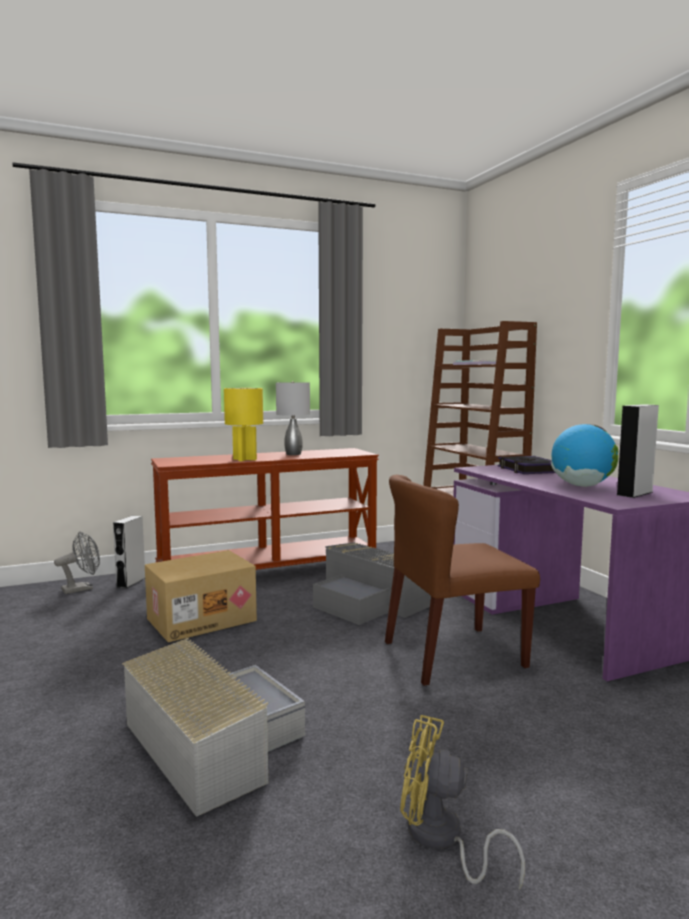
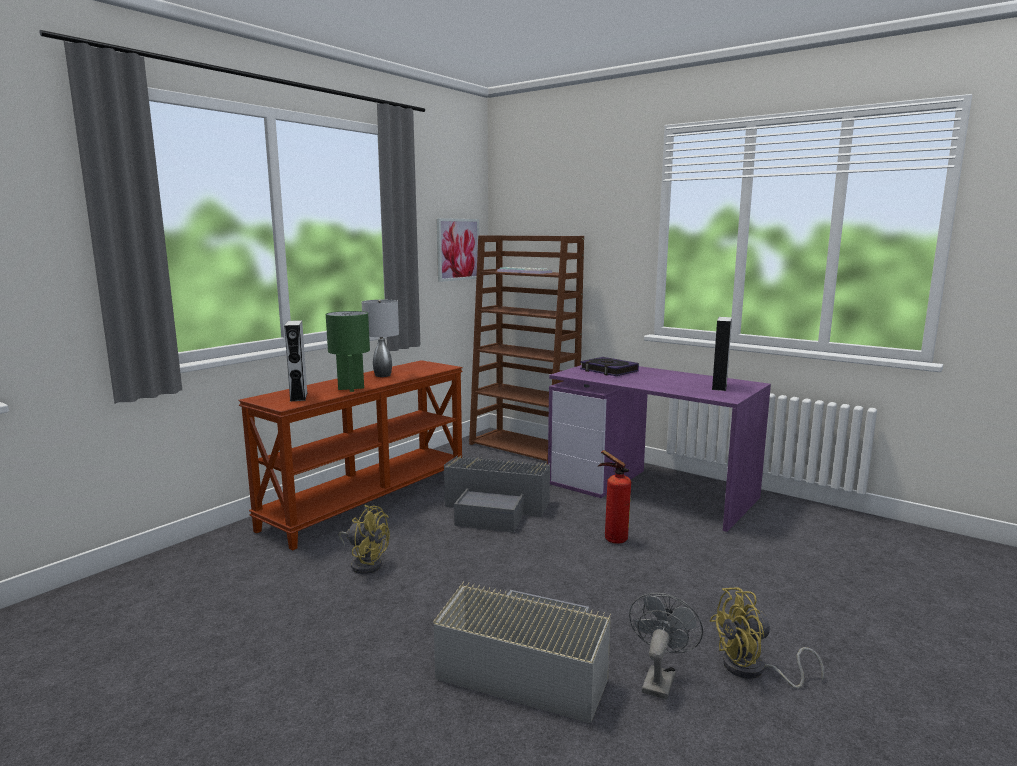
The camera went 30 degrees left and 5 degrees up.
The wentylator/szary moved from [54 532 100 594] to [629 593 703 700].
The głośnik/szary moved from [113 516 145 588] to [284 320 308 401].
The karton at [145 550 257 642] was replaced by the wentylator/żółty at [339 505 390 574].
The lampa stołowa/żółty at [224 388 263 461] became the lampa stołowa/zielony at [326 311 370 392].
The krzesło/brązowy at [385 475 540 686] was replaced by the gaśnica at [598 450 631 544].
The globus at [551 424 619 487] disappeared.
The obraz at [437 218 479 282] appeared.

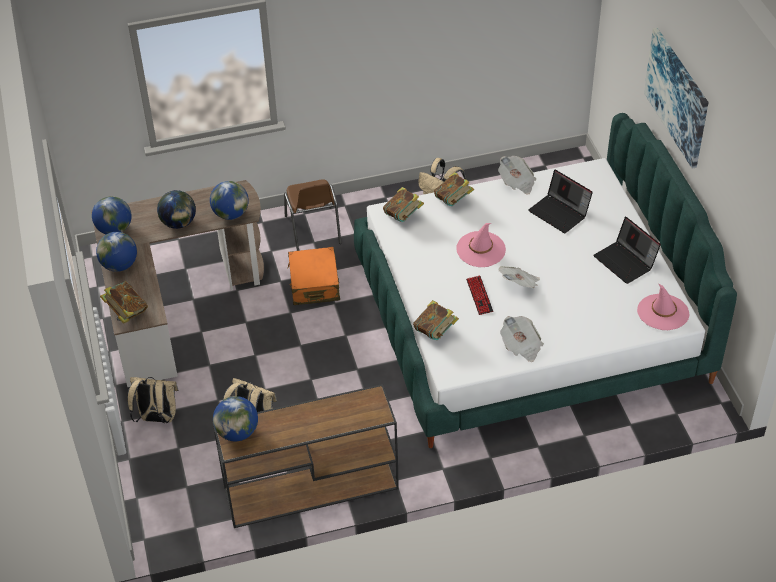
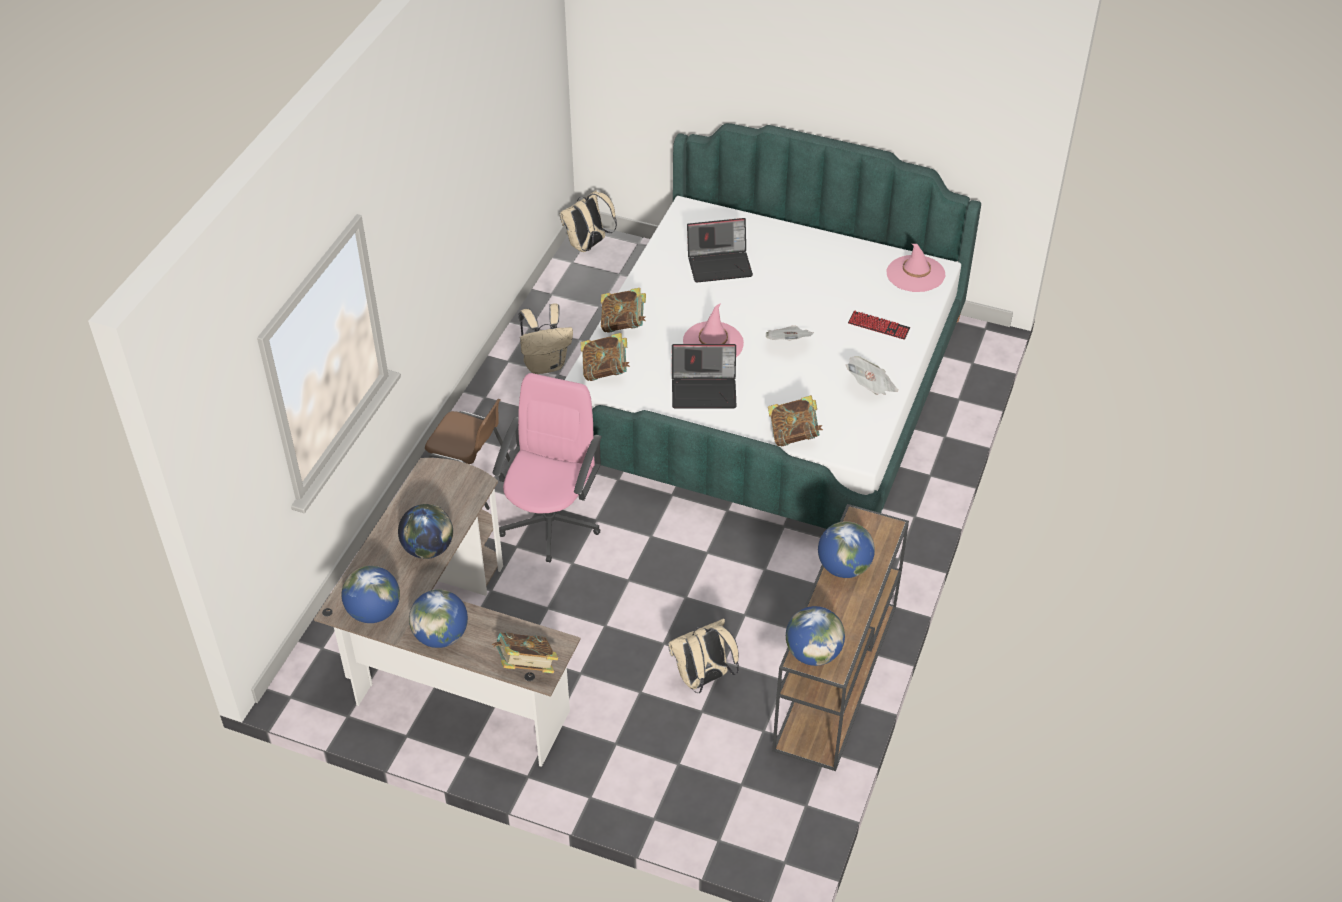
The camera went 55 degrees left and 0 degrees up.
The plecak/beżowy moved from [127 377 178 423] to [559 190 617 252].
The globus moved from [210 181 249 220] to [818 521 875 578].
The walizka/pomarańczowy at [287 247 340 305] was replaced by the krzesło biurowe/różowy at [493 373 602 563].
The klawiatura moved from [466 275 493 315] to [848 311 910 340].
The gazeta at [498 156 536 195] disappeared.
The laptop moved from [593 217 661 284] to [672 344 736 408].
The obraz at [644 27 709 169] disappeared.

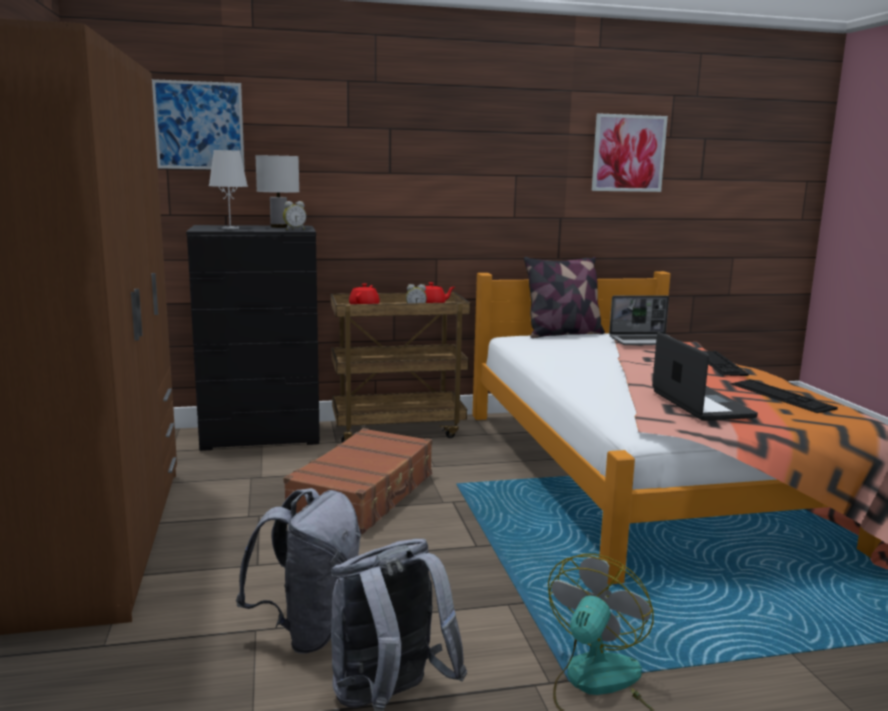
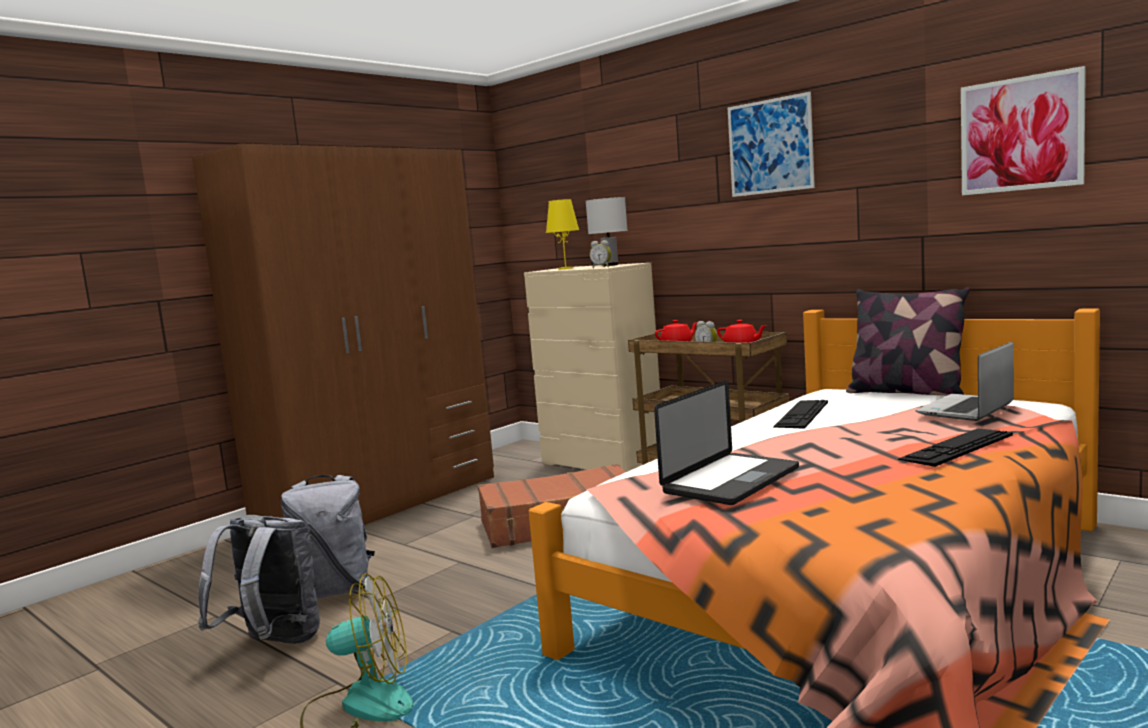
The camera went 55 degrees right and 5 degrees down.
The obraz moved from [152 79 245 170] to [728 92 815 197].
The komoda/czarny at [186 225 320 451] became the komoda/beżowy at [524 263 660 472].
The lampa stołowa/biały at [209 150 248 229] became the lampa stołowa/żółty at [546 199 579 269].
The laptop at [609 296 675 345] turned 90 degrees clockwise.
The klawiatura moved from [731 379 838 413] to [773 400 828 429].

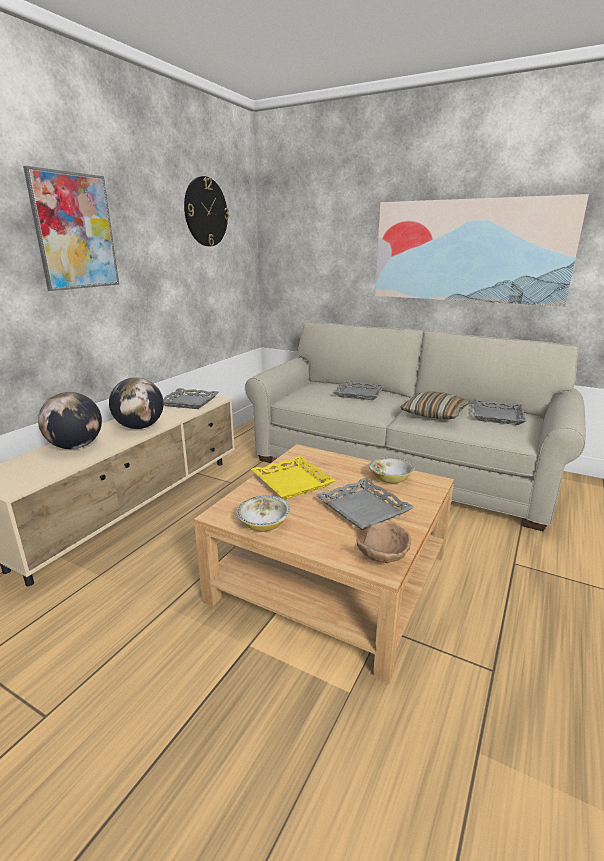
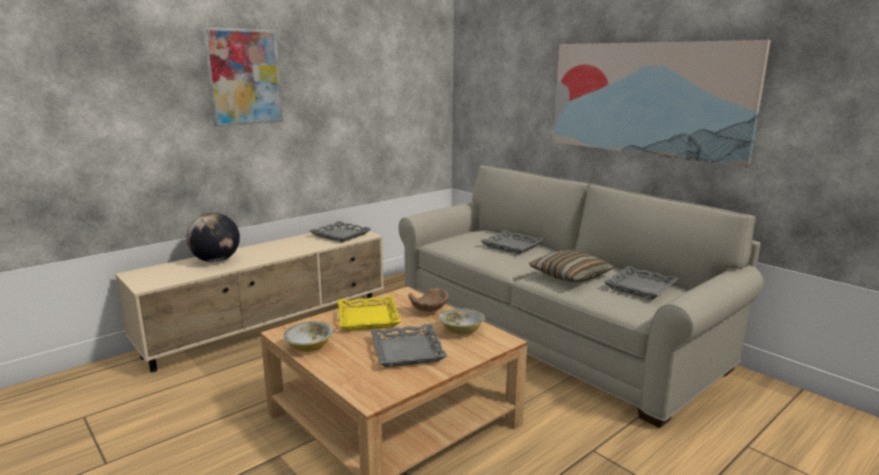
The camera went 20 degrees right and 5 degrees down.
The globus at [109 377 164 429] disappeared.
The zegar ścienny at [184 176 229 246] disappeared.
The miska/brązowy moved from [357 522 411 563] to [408 288 449 312].

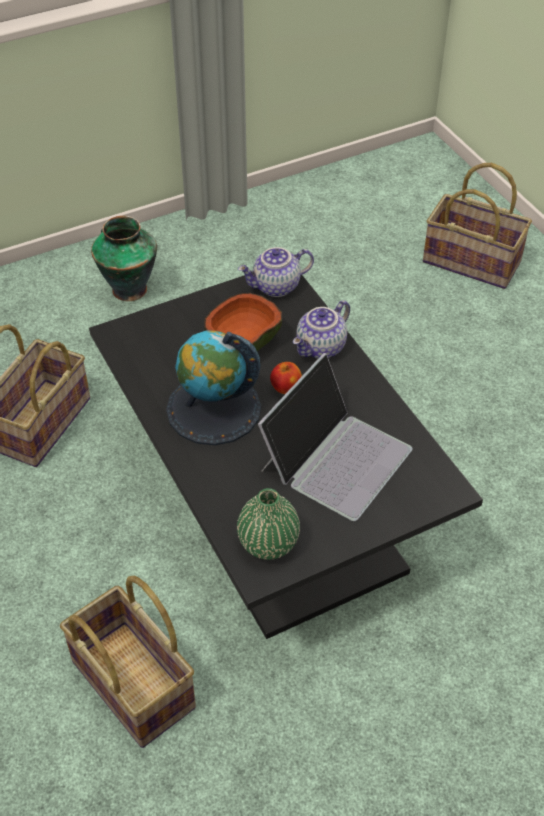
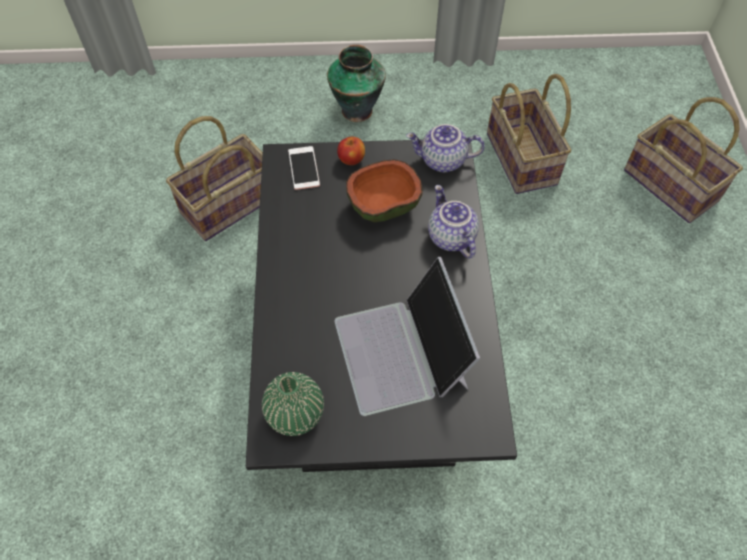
The camera went 25 degrees right and 10 degrees up.
The koszyk moved from [60 576 196 748] to [487 74 571 194].
The globus at [166 330 261 445] disappeared.
The laptop at [258 353 413 521] turned 105 degrees clockwise.
The jabłko moved from [270 362 302 394] to [337 137 365 165].
The imbryk at [293 300 350 358] turned 90 degrees clockwise.
The telefon at [288 146 320 190] appeared.

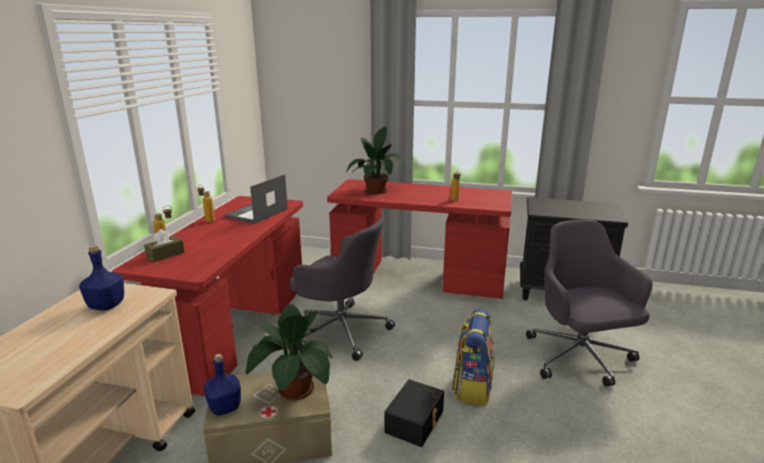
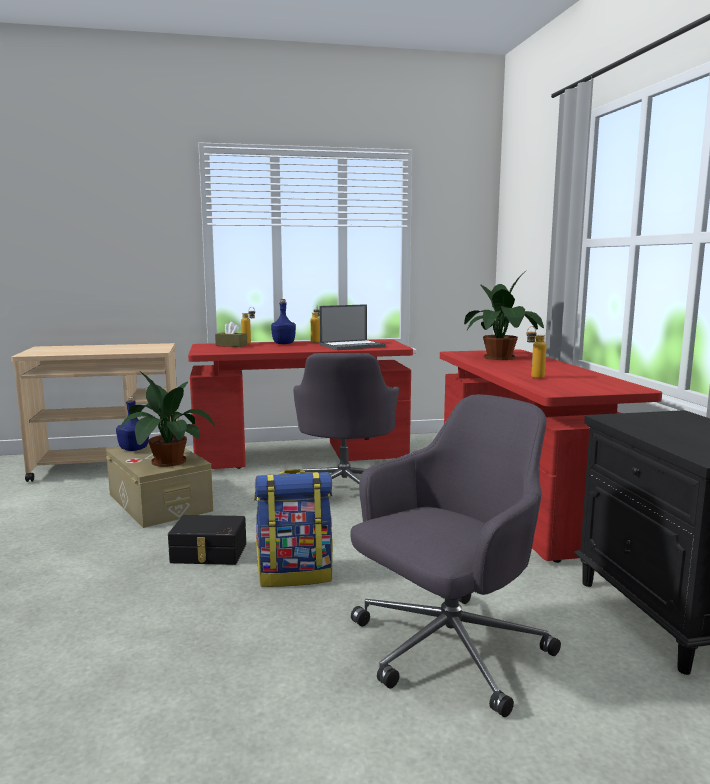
The camera went 65 degrees right and 10 degrees down.
The butelka/niebieski moved from [79 245 124 310] to [271 299 296 344].
The laptop at [224 174 288 224] turned 150 degrees clockwise.

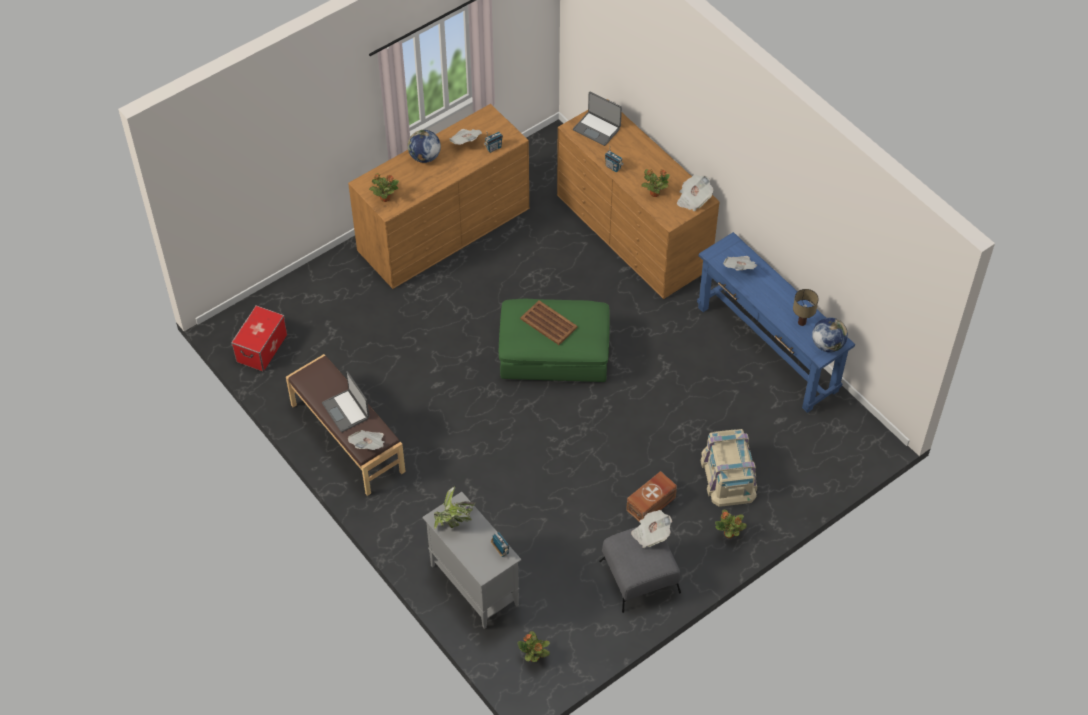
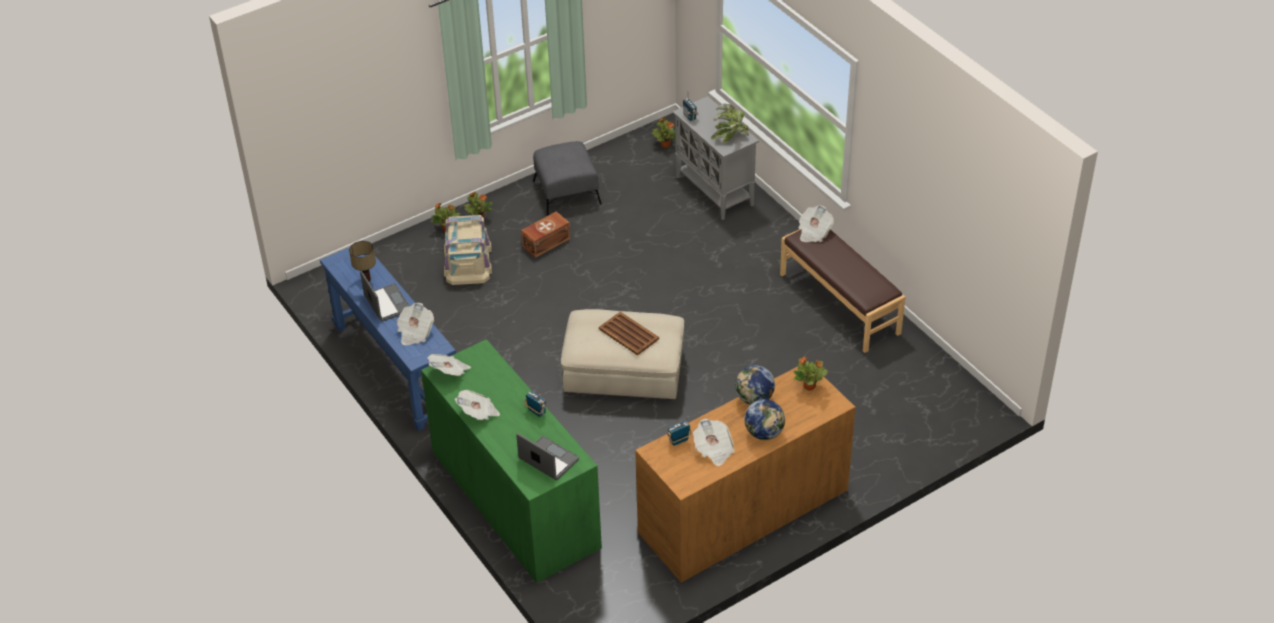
The camera went 175 degrees left and 10 degrees down.
The pojemnik do przechowywania at [231 305 287 372] disappeared.
The laptop moved from [322 371 370 432] to [360 271 409 322].
The pufa/zielony at [499 299 610 382] became the pufa/beżowy at [561 309 684 399].
The komoda/brązowy at [557 99 720 299] became the komoda/zielony at [421 339 602 583].
The gazeta moved from [631 510 672 548] to [455 390 500 420].
The roślina doniczkowa moved from [642 169 670 197] to [431 204 460 231].
The globus moved from [812 317 848 352] to [735 365 775 405].

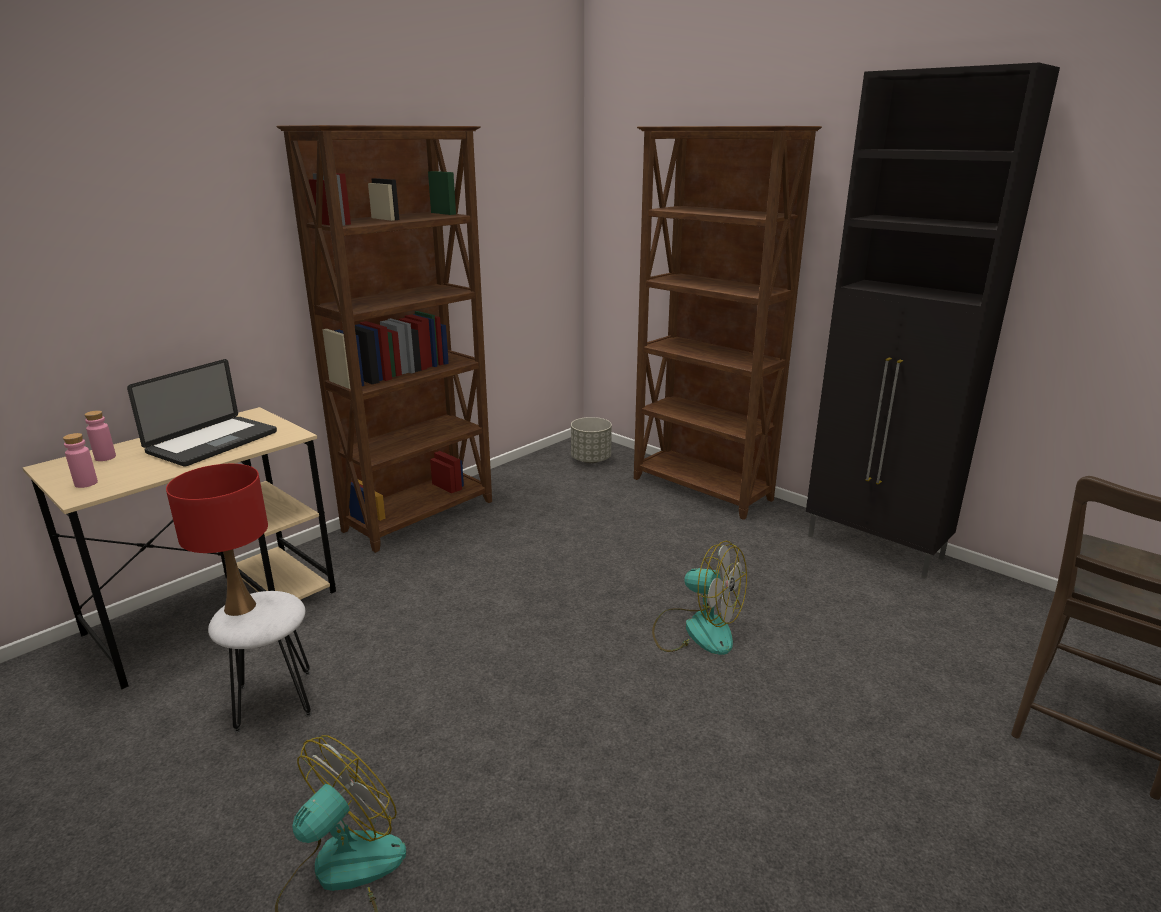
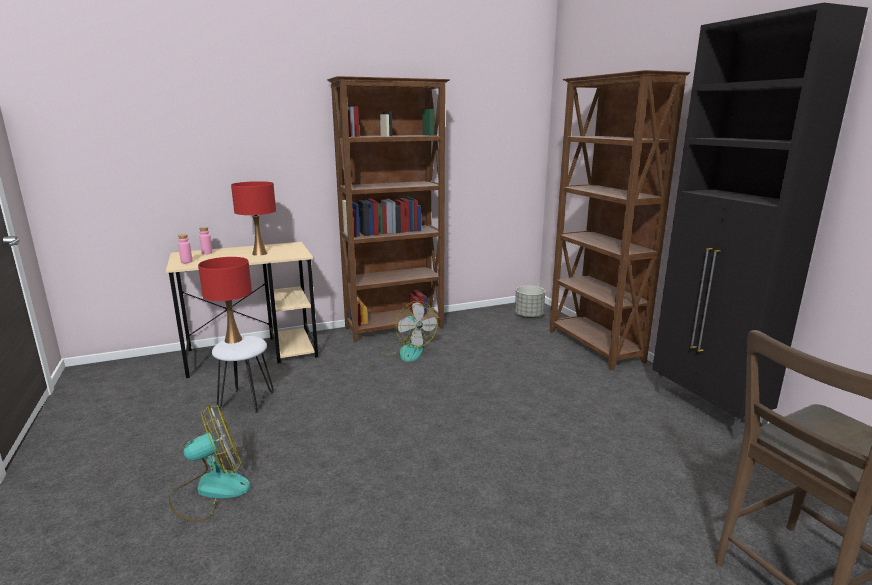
The camera went 25 degrees right and 5 degrees down.
The laptop at [127 359 277 467] was replaced by the lampa stołowa/czerwony at [231 181 276 256].
The wentylator moved from [652 541 747 655] to [380 301 438 362].

